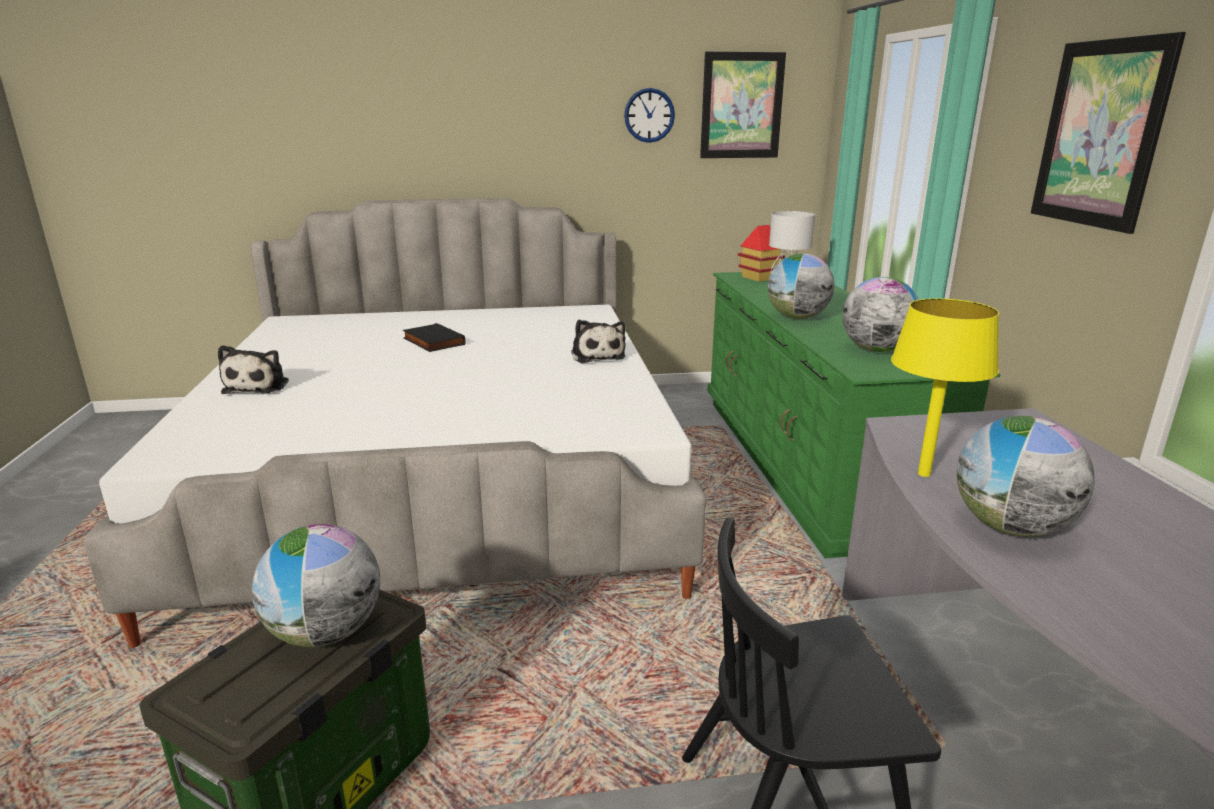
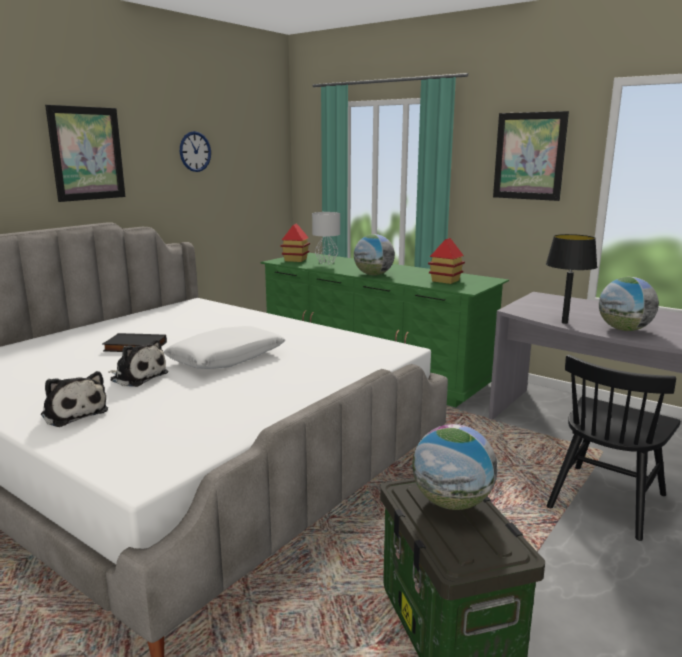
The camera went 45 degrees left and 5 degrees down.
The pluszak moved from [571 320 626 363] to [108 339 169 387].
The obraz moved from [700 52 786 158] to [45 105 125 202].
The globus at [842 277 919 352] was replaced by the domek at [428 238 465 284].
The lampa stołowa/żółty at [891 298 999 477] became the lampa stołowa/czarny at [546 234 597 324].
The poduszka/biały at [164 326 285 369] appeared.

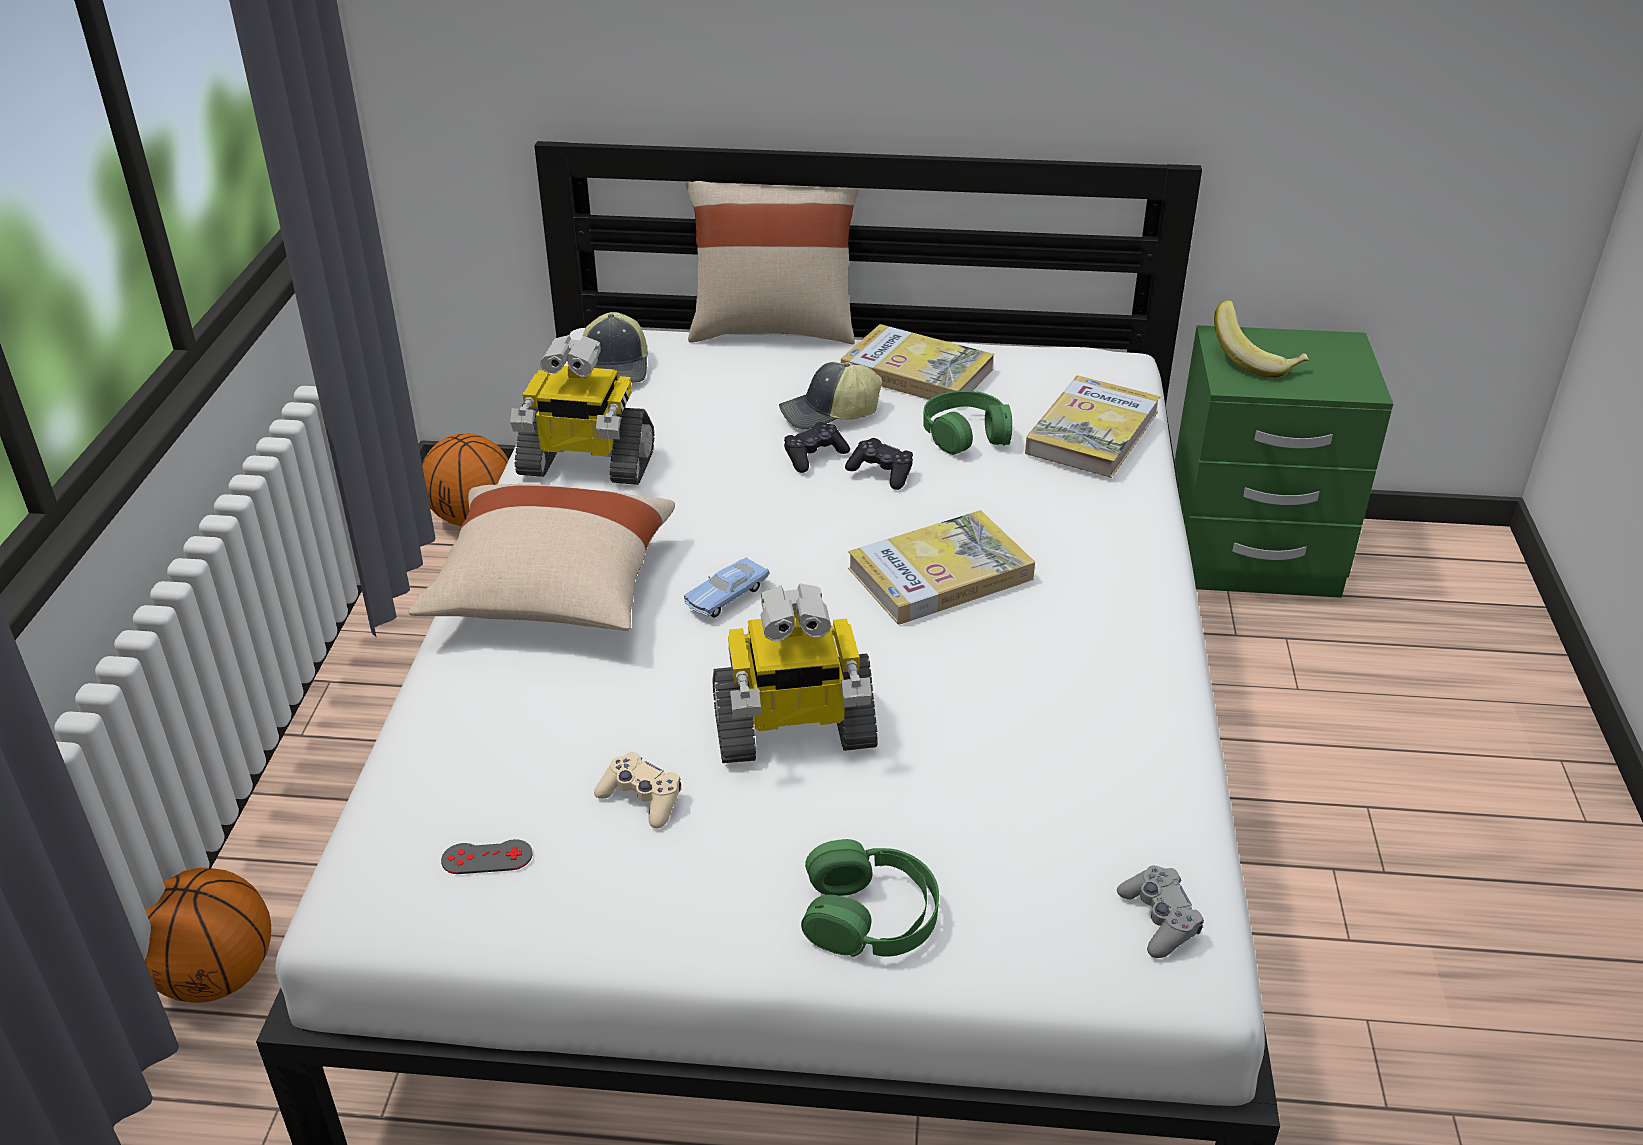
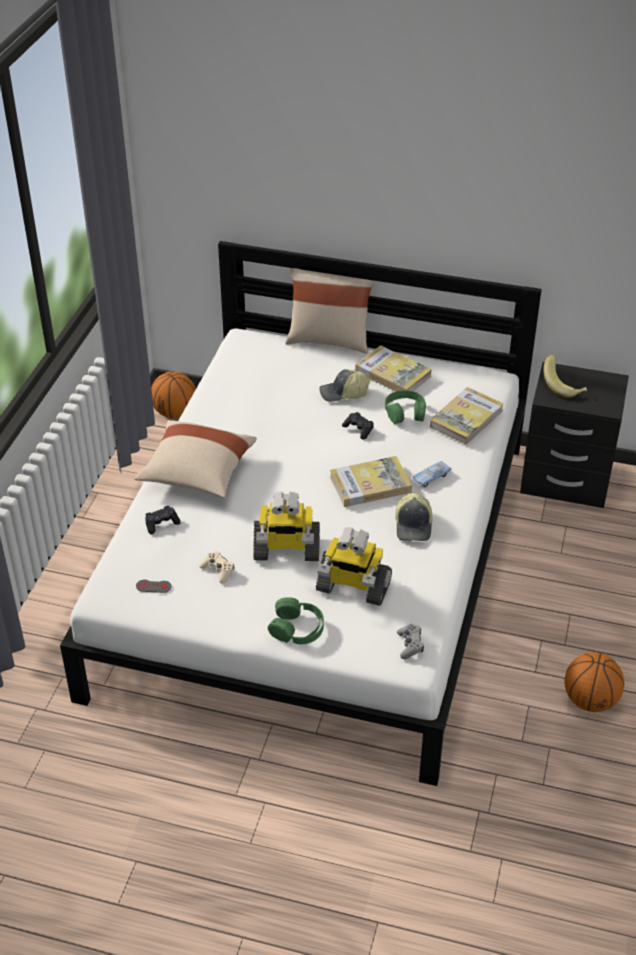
The camera went 10 degrees right and 5 degrees up.
The piłka do koszykówki moved from [145 868 271 1003] to [564 652 625 712].
The robot zabawkowy moved from [510 335 654 485] to [316 528 392 606].
The czapka z daszkiem moved from [582 312 648 383] to [395 493 433 541].
The samochodzik/niebieski moved from [684 557 770 618] to [412 461 451 487].
The pad do gier/czarny moved from [784 422 850 473] to [145 506 181 534].
The szafka nocna/zielony at [1175 325 1393 598] became the szafka nocna/czarny at [520 362 629 508].

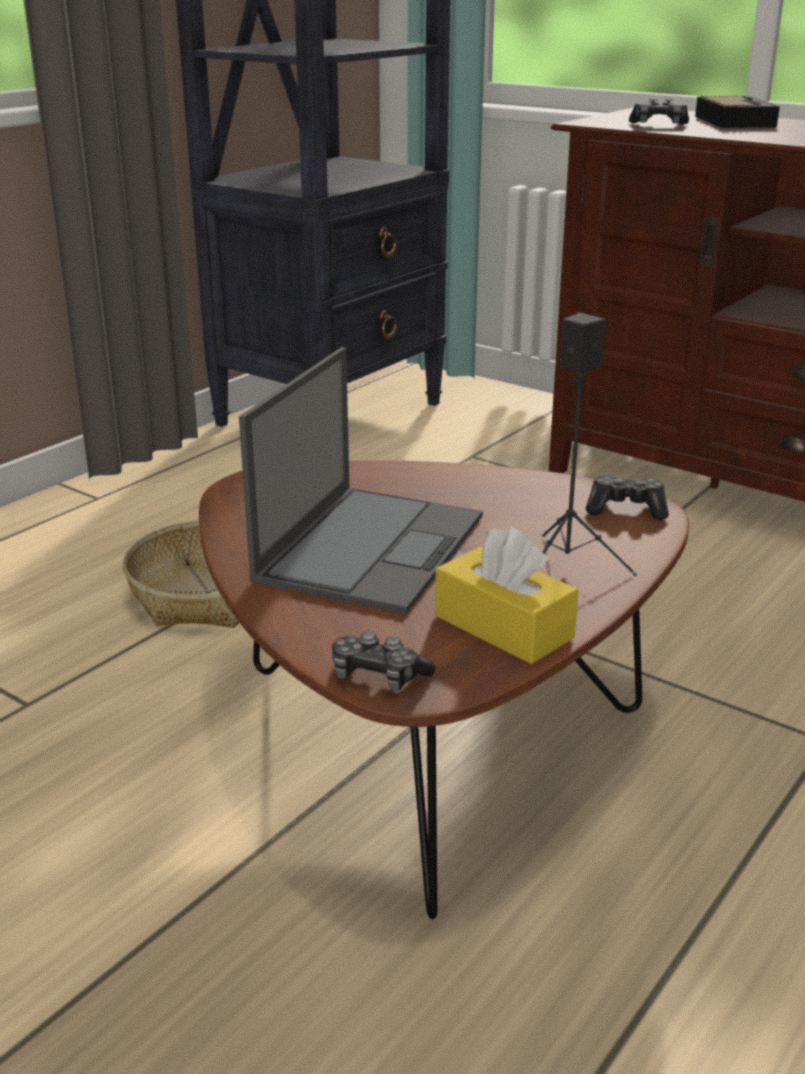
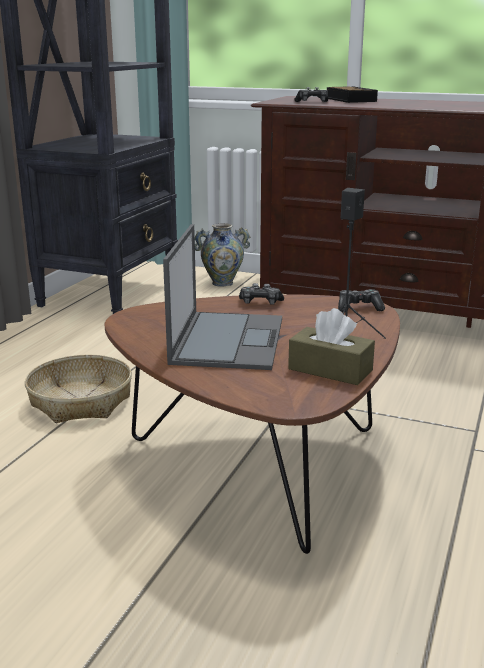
The camera went 15 degrees left and 5 degrees down.
The pad do gier moved from [332 630 435 691] to [239 283 284 305].
The pudełko chusteczek/żółty at [435 526 579 664] became the pudełko chusteczek/brązowy at [288 308 375 385].
The wazon at [195 223 250 287] appeared.

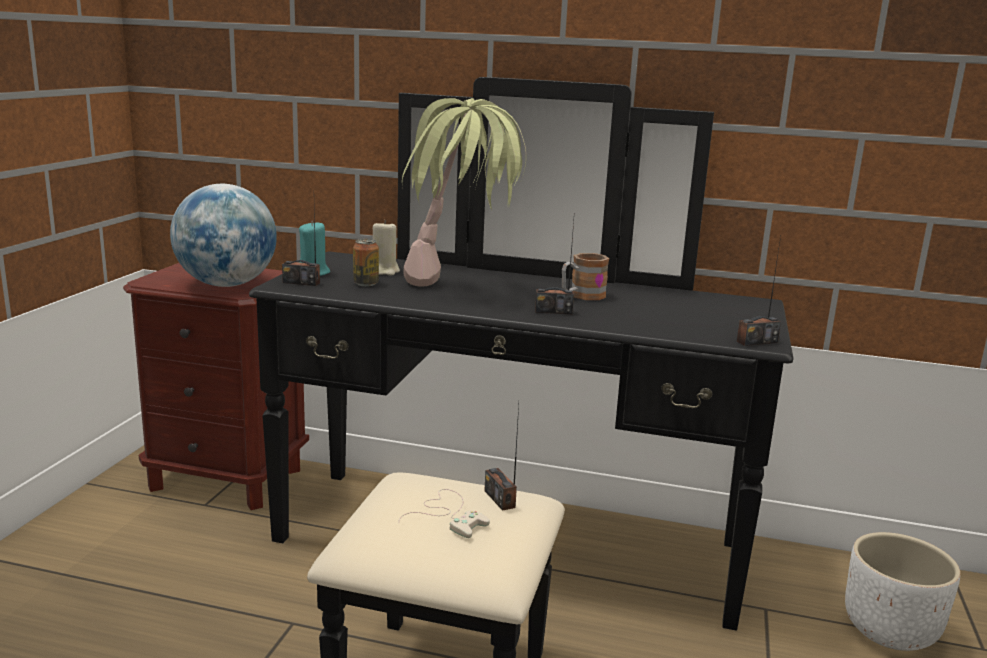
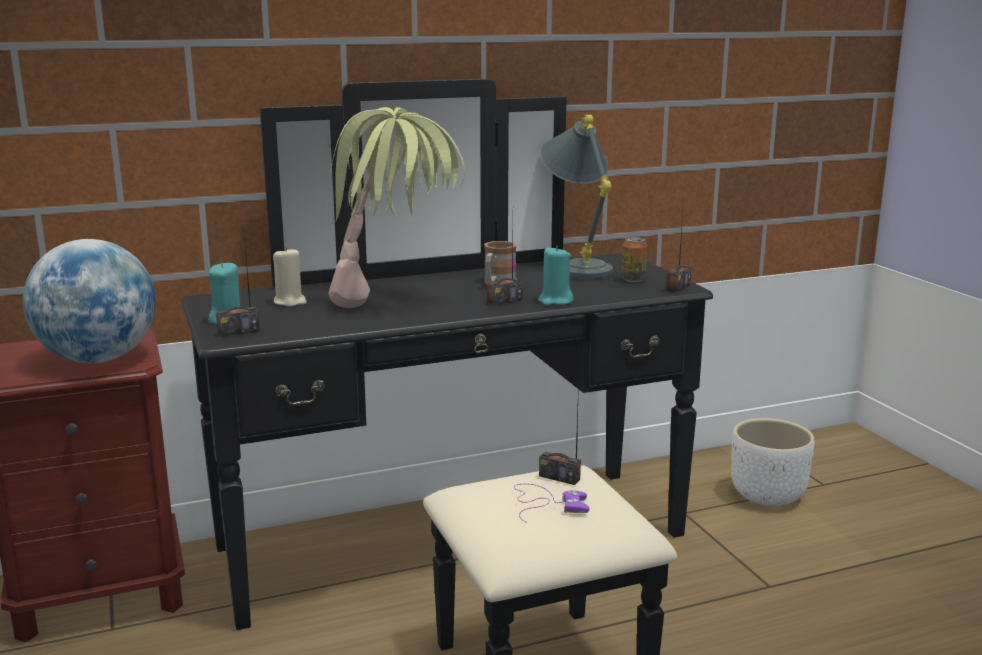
The camera went 35 degrees left and 0 degrees up.
The puszka moved from [353 239 379 286] to [621 237 647 282].
The pad do gier/biały at [398 489 490 538] became the pad do gier/fioletowy at [514 484 589 523].
The świeca/turkusowy at [538 246 574 305] appeared.
The lampa stołowa/szary at [540 115 613 279] appeared.

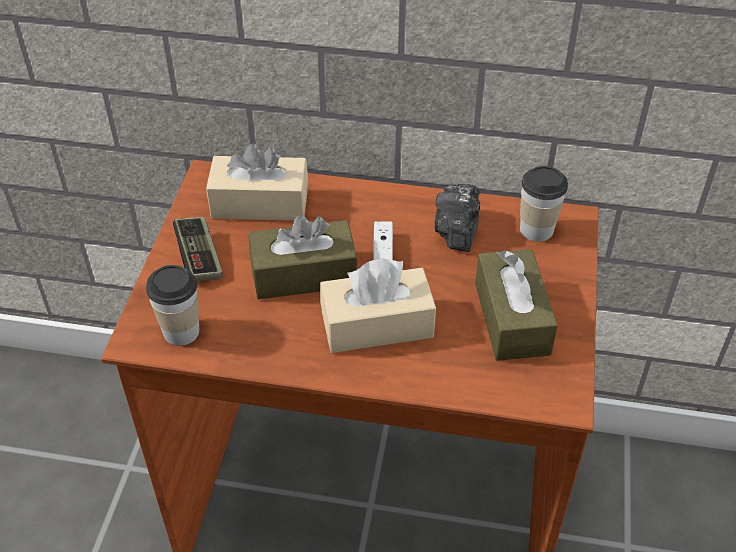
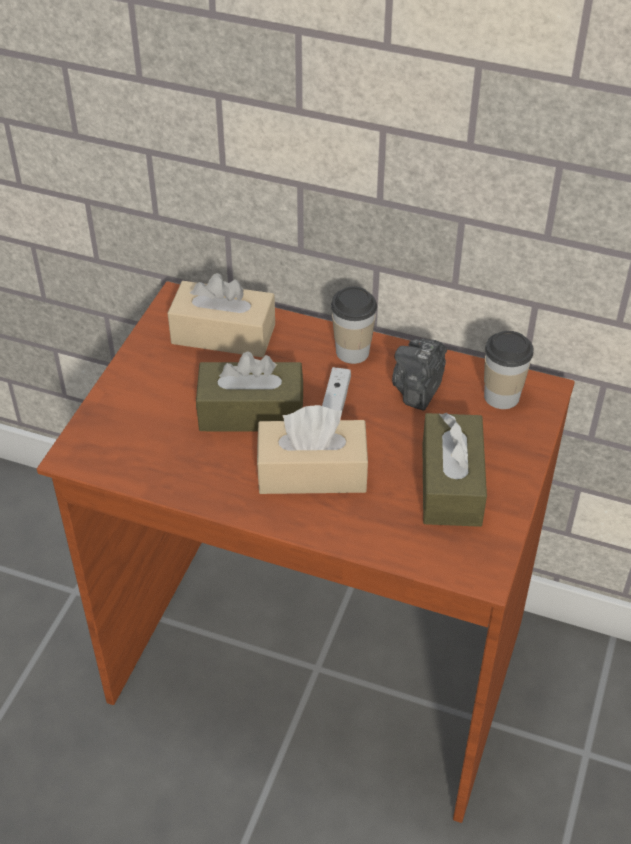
The camera went 10 degrees right and 0 degrees up.
The filiżanka moved from [146 265 200 346] to [331 286 377 364].
The pad do gier at [173 217 223 281] disappeared.

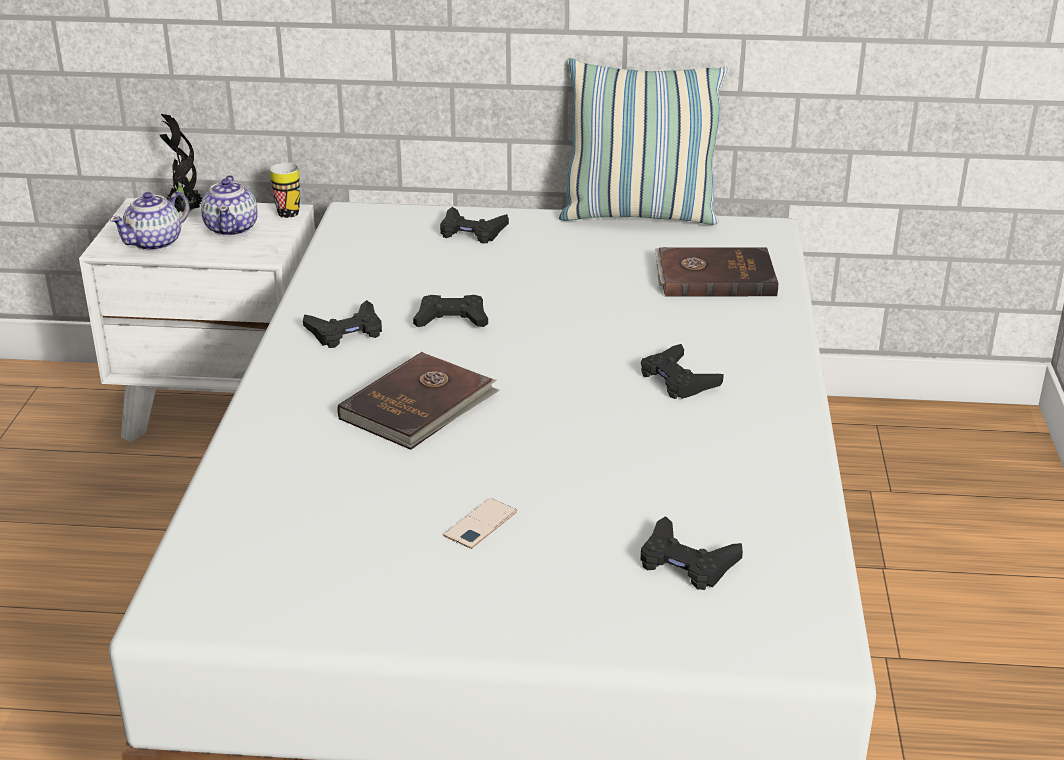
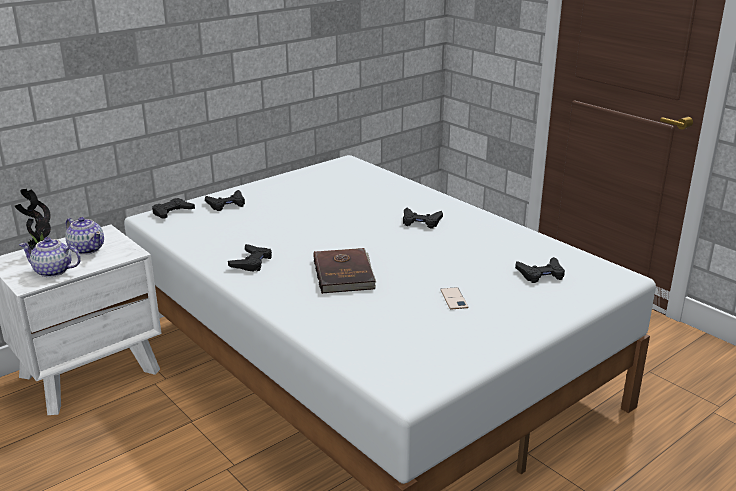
The camera went 45 degrees left and 5 degrees down.
The imbryk at [110 191 190 251] turned 105 degrees clockwise.
The kubek at [270 162 300 218] disappeared.
The pad do gier/czarny moved from [413 295 488 327] to [152 198 195 219].
The poduszka at [559 58 728 225] disappeared.
The książka/brązowy at [655 247 778 296] disappeared.

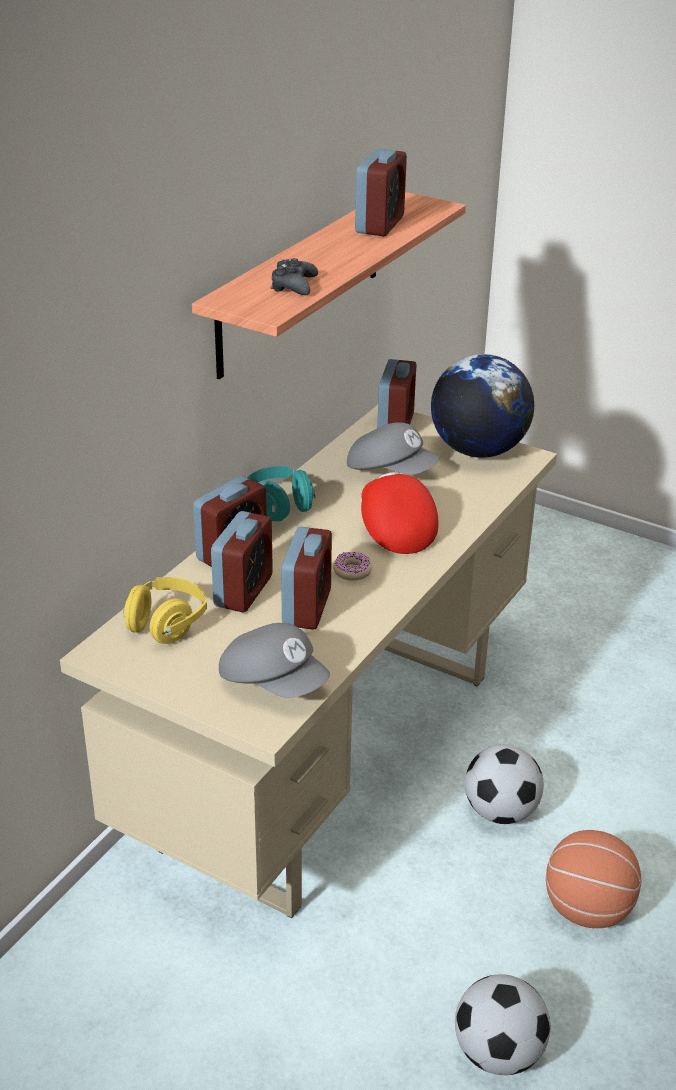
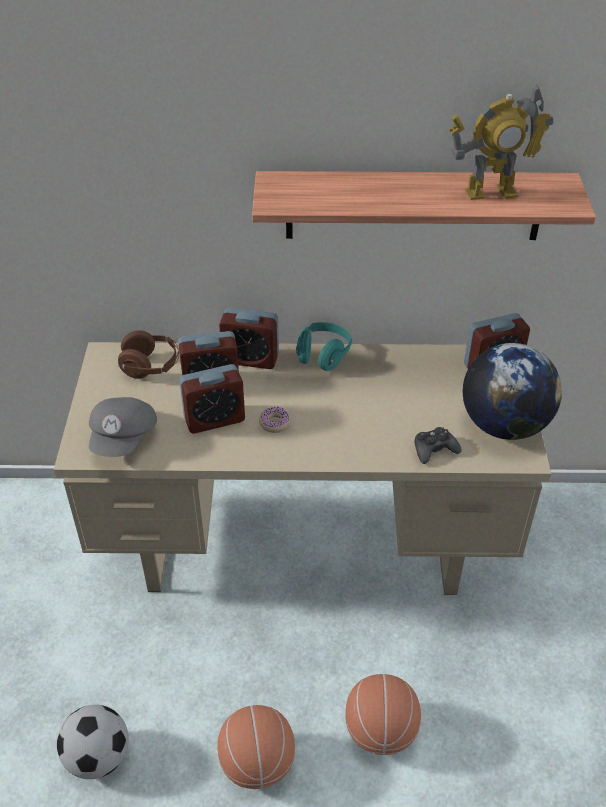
The camera went 60 degrees right and 10 degrees up.
The słuchawki/żółty at [123 577 207 644] became the słuchawki/brązowy at [118 330 179 379].
The pad do gier/czarny moved from [270 258 318 295] to [415 427 461 464].
The czapka z daszkiem/szary at [347 422 440 475] disappeared.
The budzik at [355 148 407 236] was replaced by the robot zabawkowy at [449 84 553 200].
The czapka z daszkiem/czerwony at [361 472 439 554] disappeared.
The piłka futbolowa at [465 745 544 824] disappeared.
The piłka do koszykówki at [345 674 421 755] appeared.

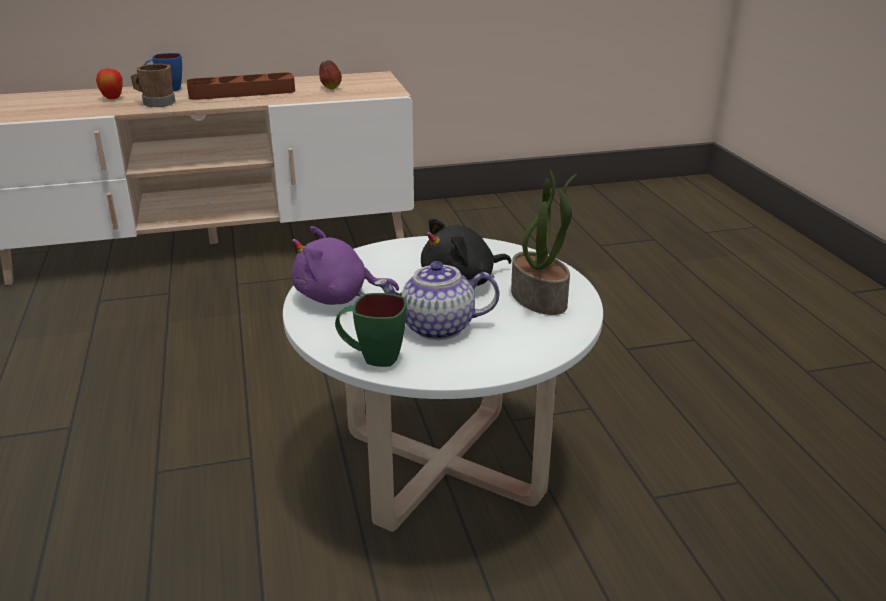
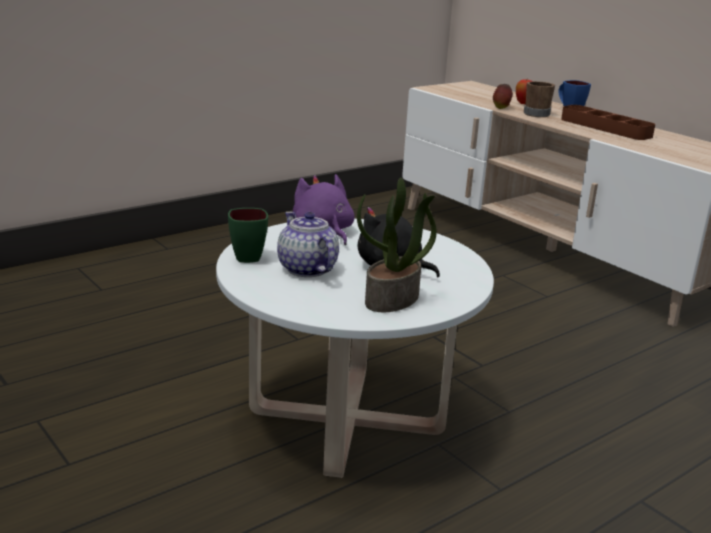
The camera went 65 degrees right and 5 degrees down.
The jabłko moved from [319 60 342 89] to [493 84 513 109].

